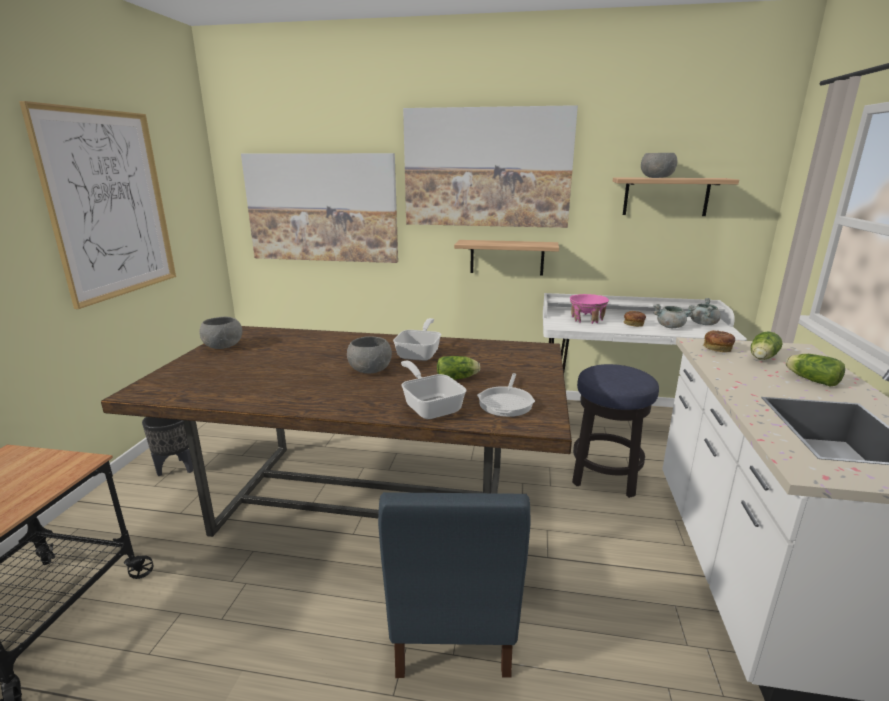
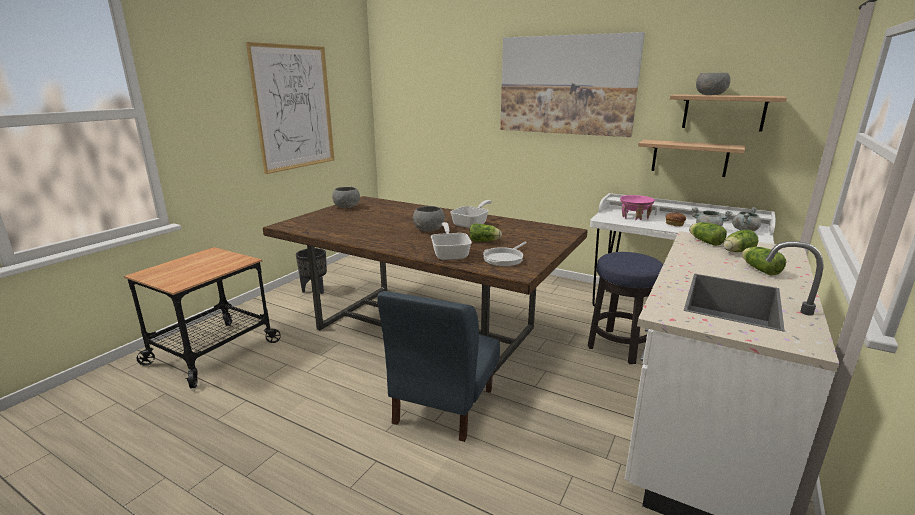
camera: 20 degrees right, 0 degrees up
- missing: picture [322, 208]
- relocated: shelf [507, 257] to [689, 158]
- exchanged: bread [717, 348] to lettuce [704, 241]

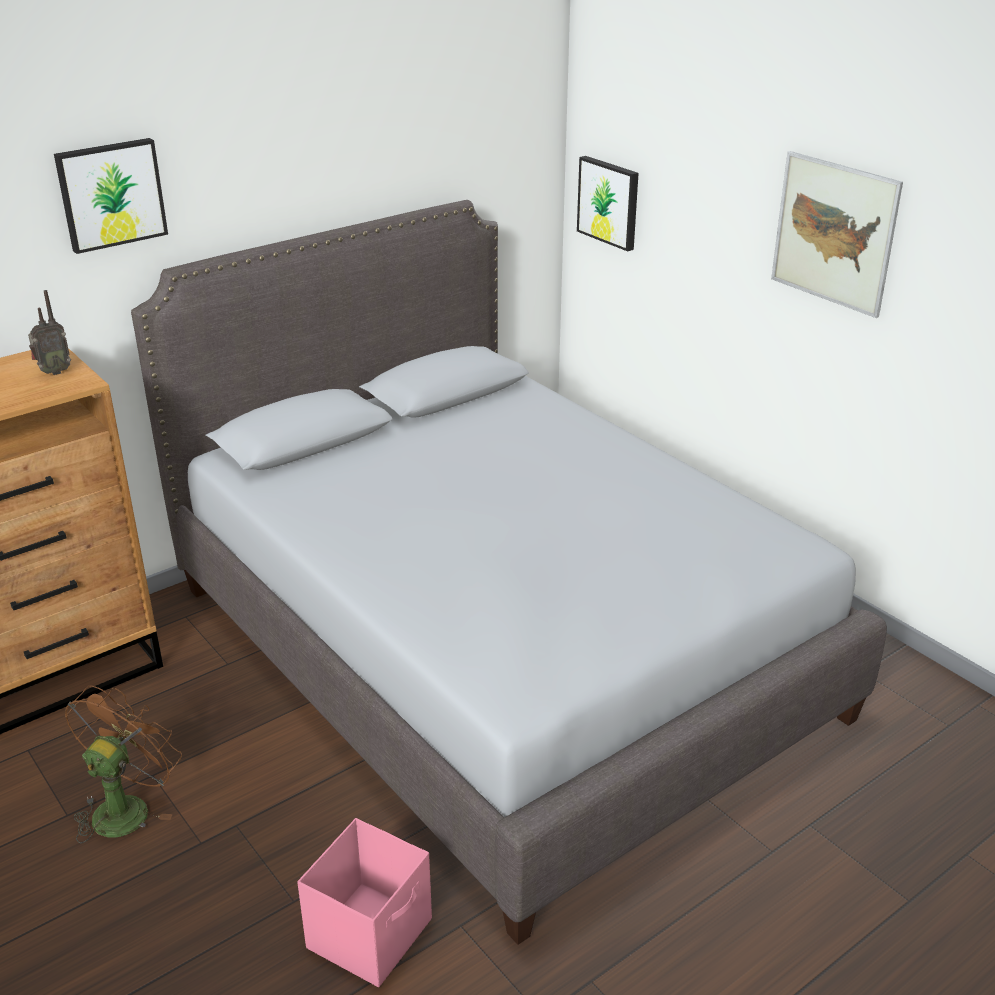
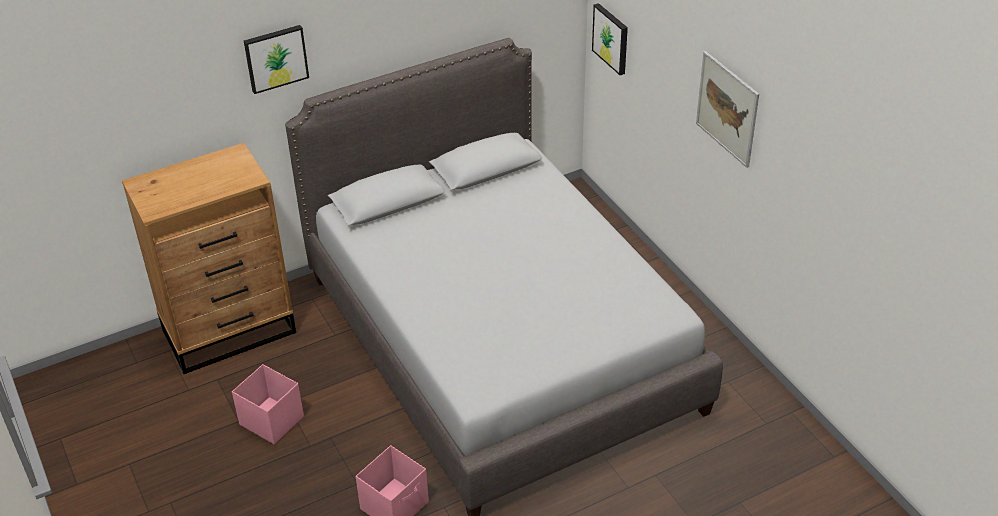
camera: 10 degrees right, 10 degrees up
- missing: radio [53, 372]
- exchanged: fan/brown [127, 807] to storage box/pink [271, 420]

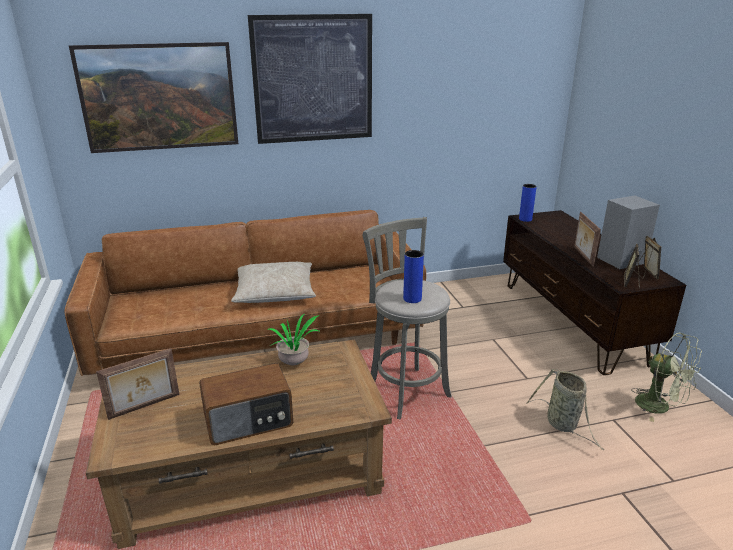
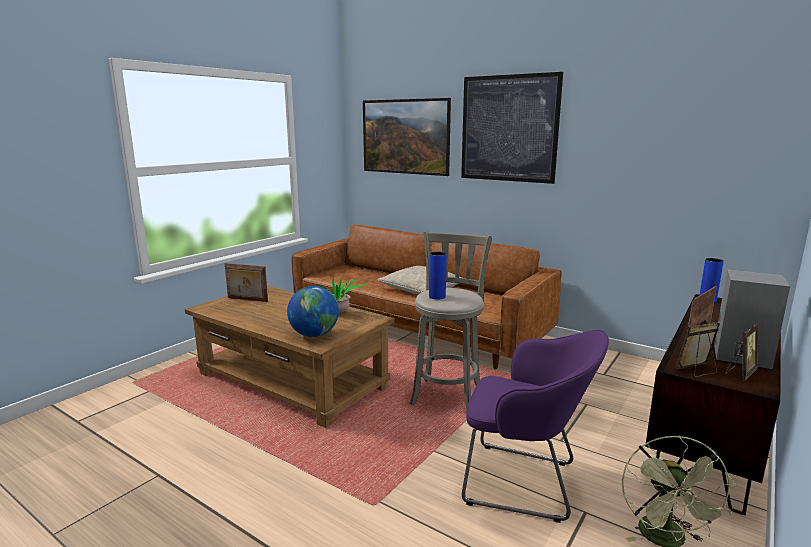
camera: 50 degrees right, 10 degrees down
- missing: radio [249, 421]
- appeared: globe [314, 335]
- exchanged: basket [563, 425] to armchair/purple [525, 483]

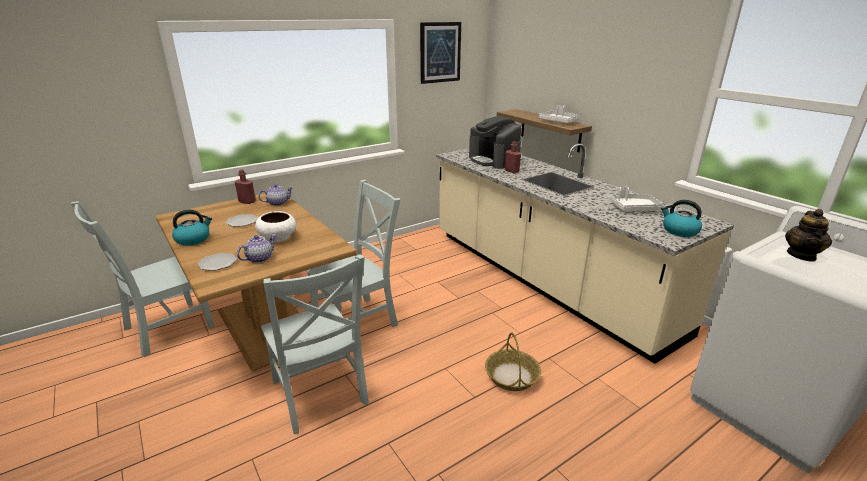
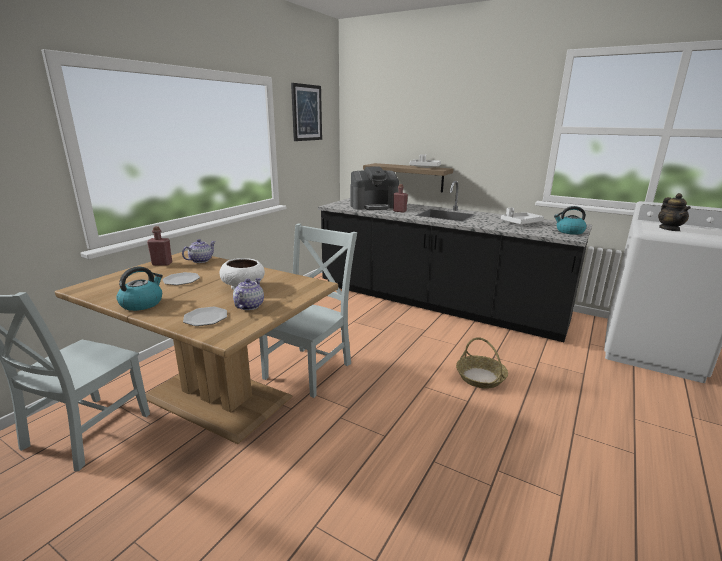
camera: 25 degrees left, 5 degrees down
- missing: chair/grey [320, 395]
- colour: counter/beige [544, 279] to counter/black [437, 302]
- spun: coffee machine [494, 160] = [374, 206] 45 degrees counterclockwise

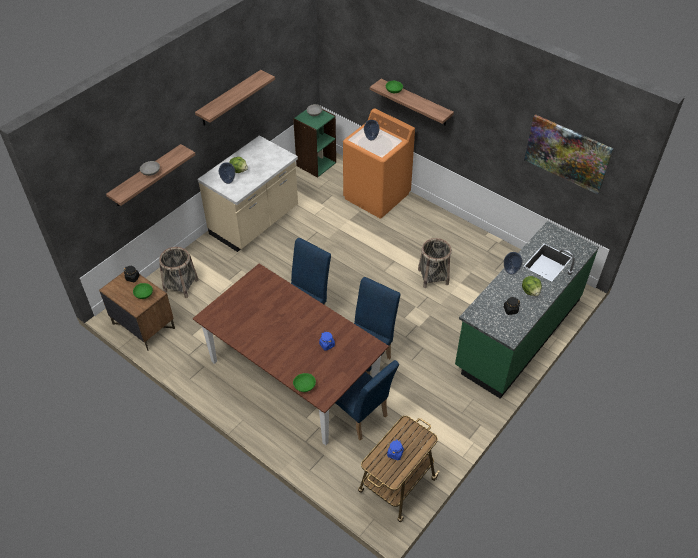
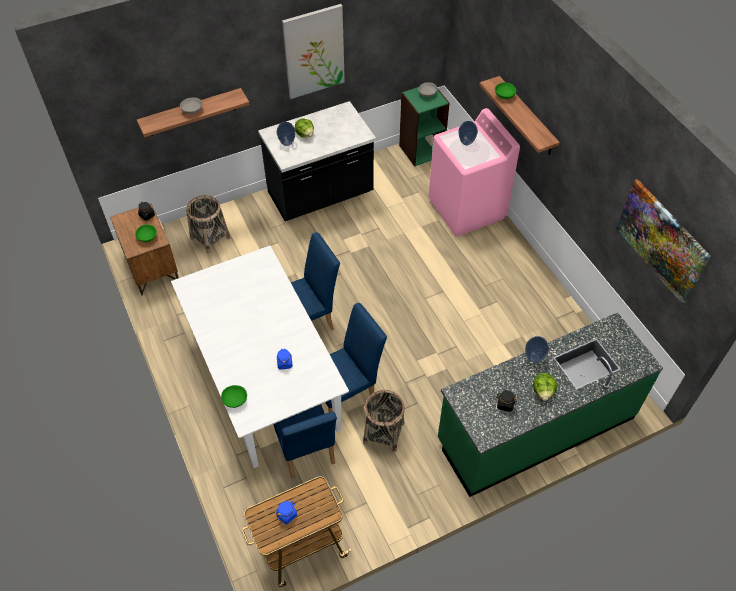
camera: 25 degrees right, 5 degrees up
- relocated: basket [433, 277] to [383, 433]
- exchanged: shelf [229, 98] to picture [314, 52]
- colour: dining table/brown [292, 376] to dining table/white [263, 378]
- colour: counter/beige [255, 222] to counter/black [320, 195]
- colour: washing machine/orange [377, 196] to washing machine/pink [467, 209]

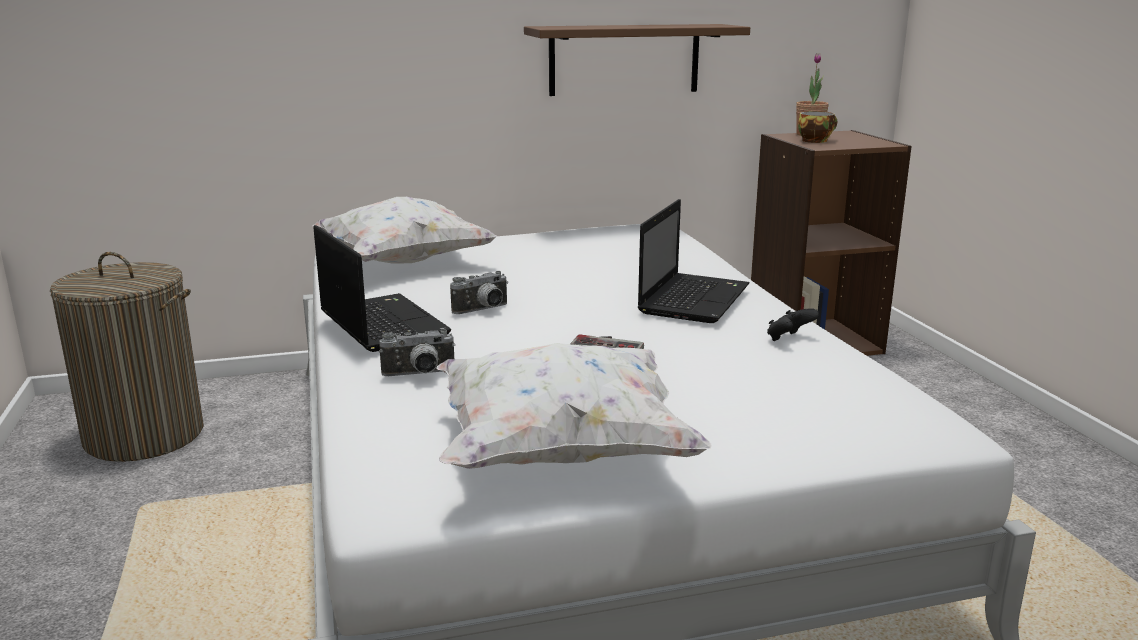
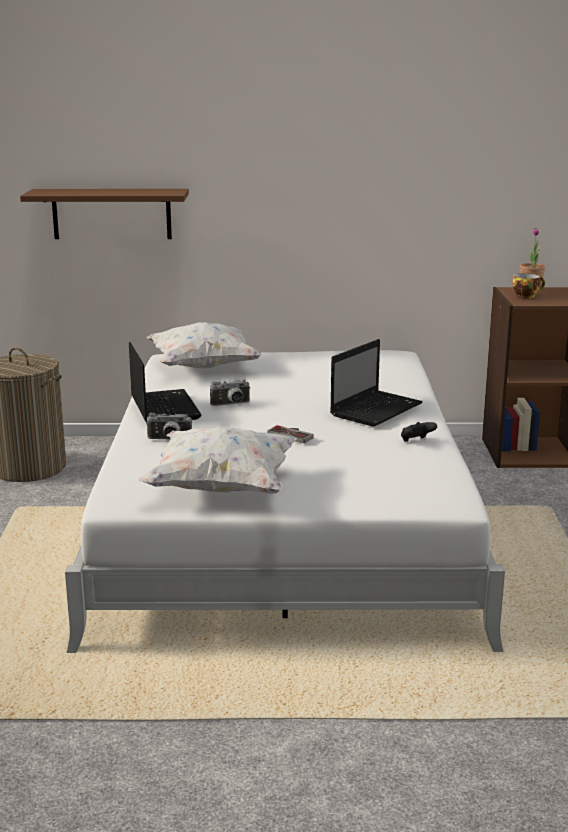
camera: 15 degrees right, 0 degrees up
- relocated: shelf/brown [624, 59] to [111, 214]

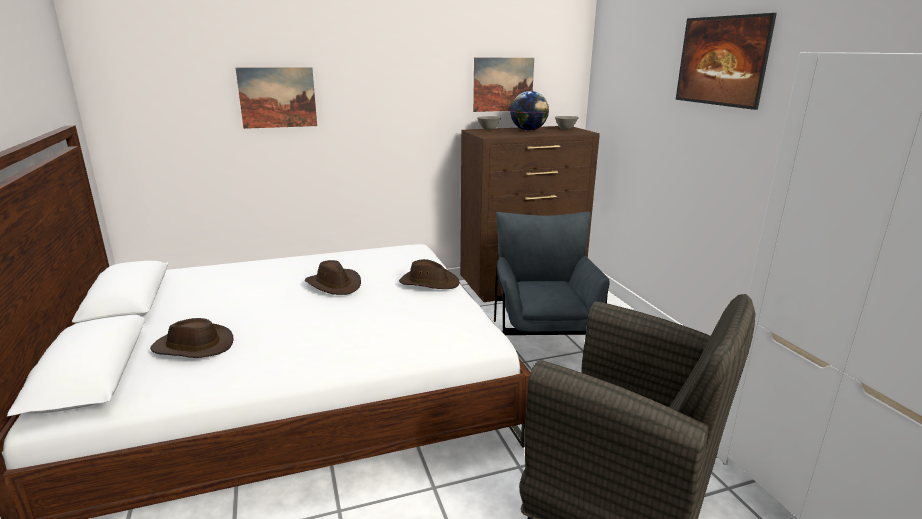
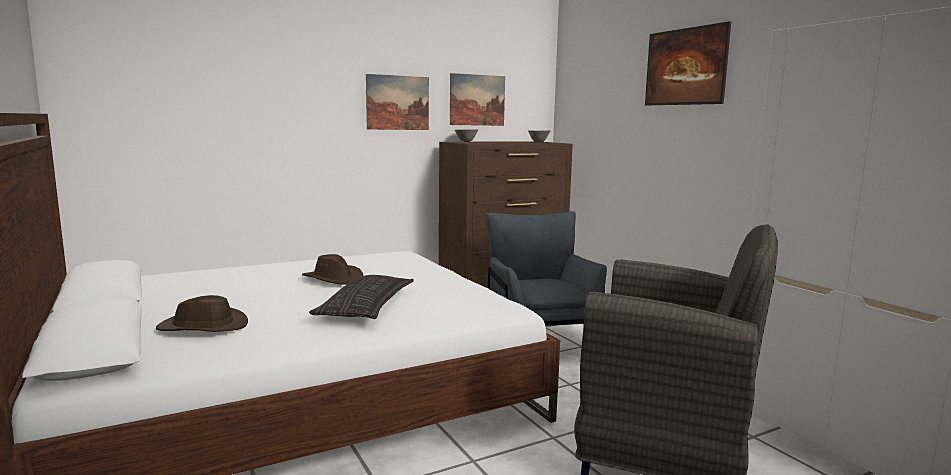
camera: 10 degrees left, 10 degrees down
- missing: hat/brown [429, 282]
- missing: globe [528, 130]
- appeared: pillow [366, 306]
- relocated: picture [277, 97] to [398, 102]

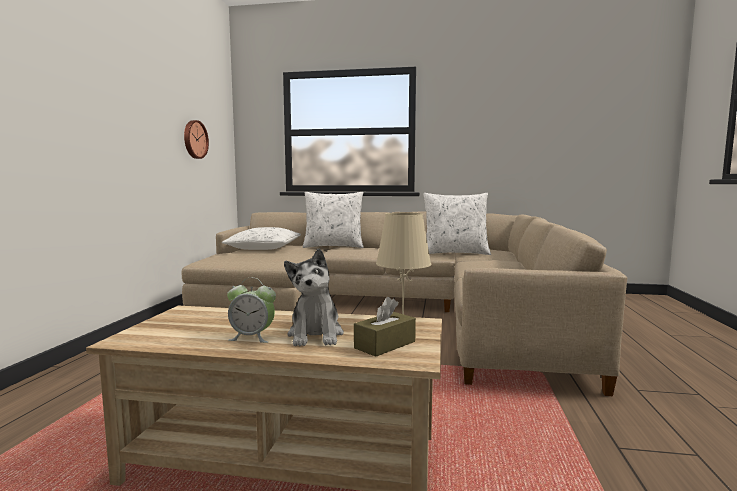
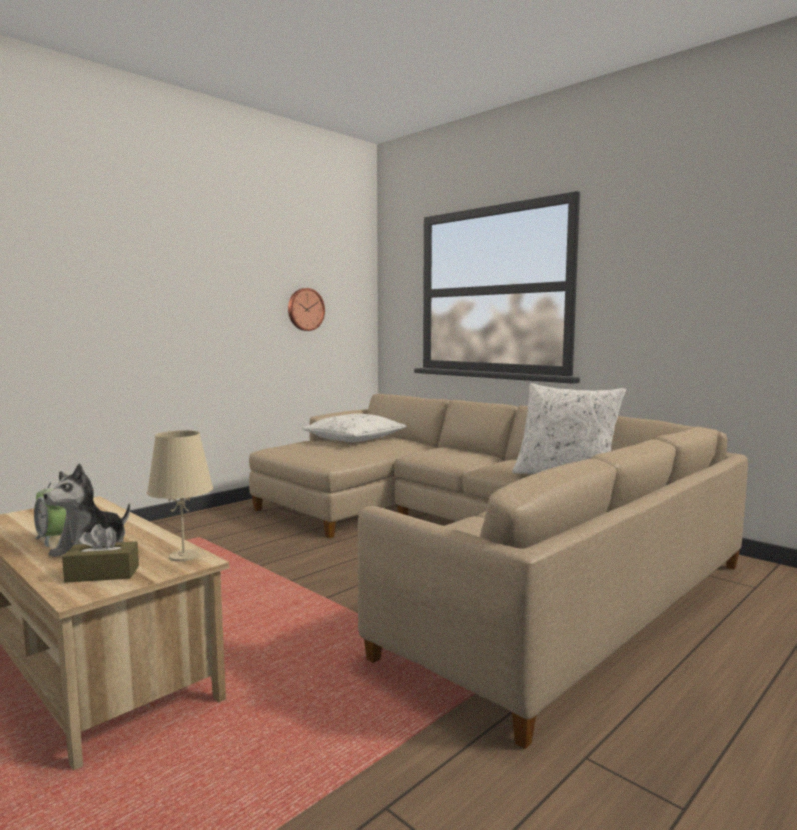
camera: 35 degrees right, 0 degrees up
- missing: pillow/white [333, 246]

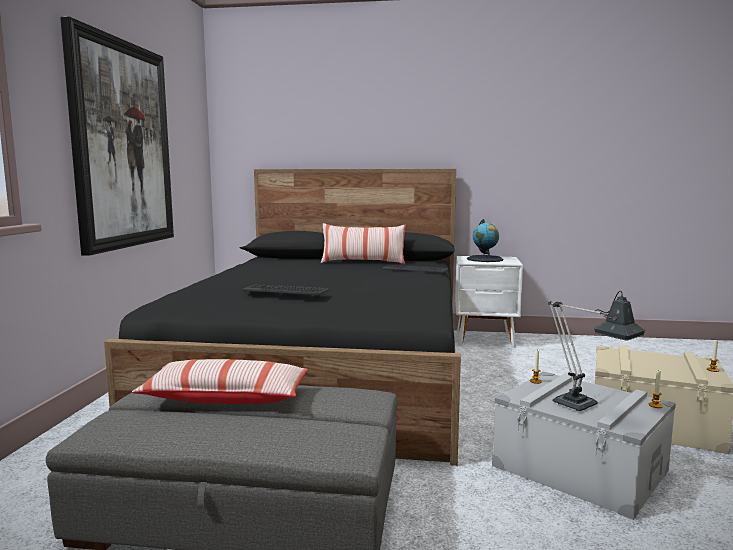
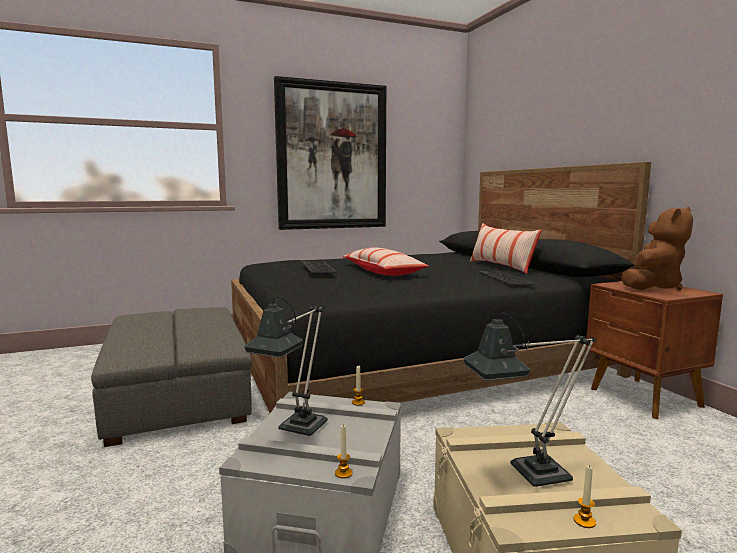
camera: 60 degrees right, 0 degrees up
- appeared: table lamp [528, 475]
- relocated: pillow [226, 398] to [383, 272]
- exchanged: globe [485, 259] to plush toy/brown [652, 287]
- colour: nightstand/white [486, 339] to nightstand/brown [644, 398]

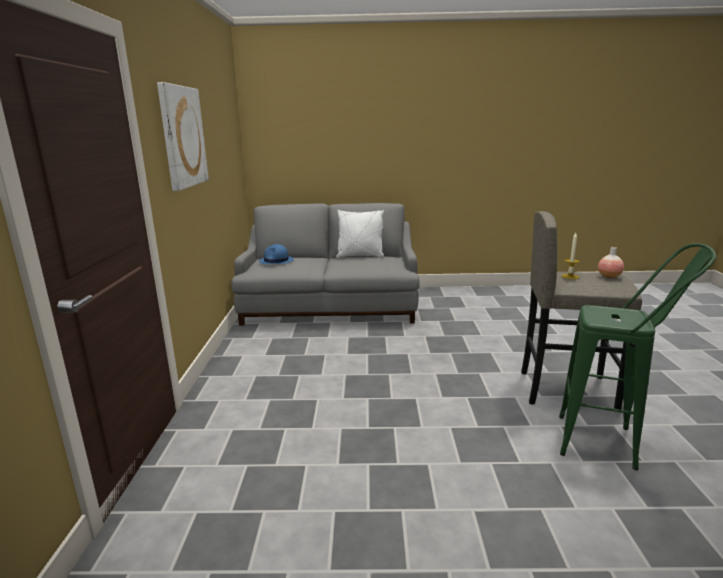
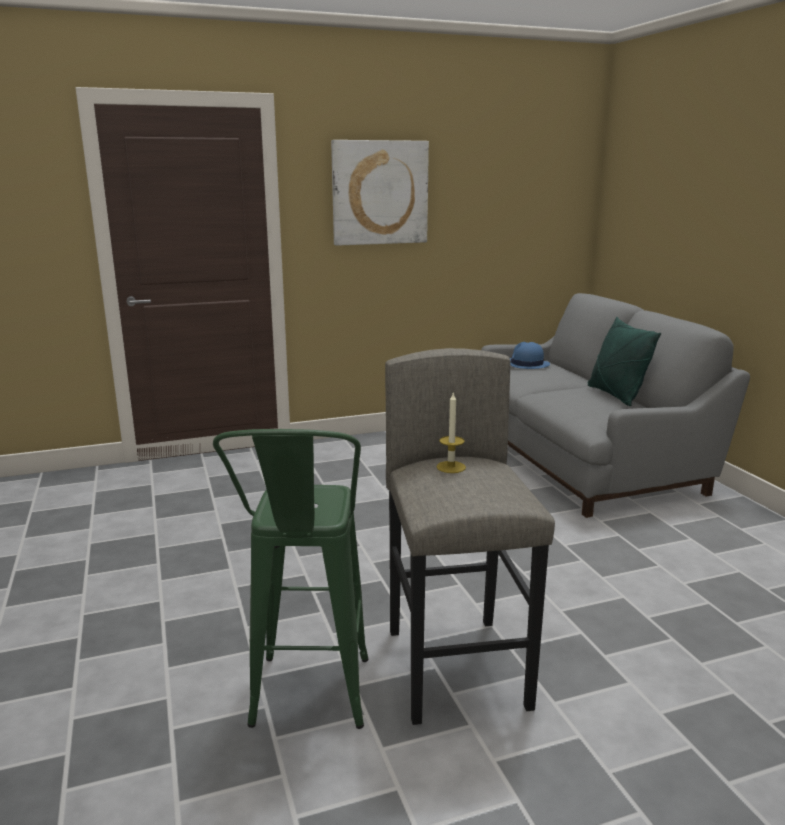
camera: 70 degrees right, 0 degrees up
- missing: vase [609, 276]
- colour: pillow/white [360, 256] to pillow/green [616, 395]

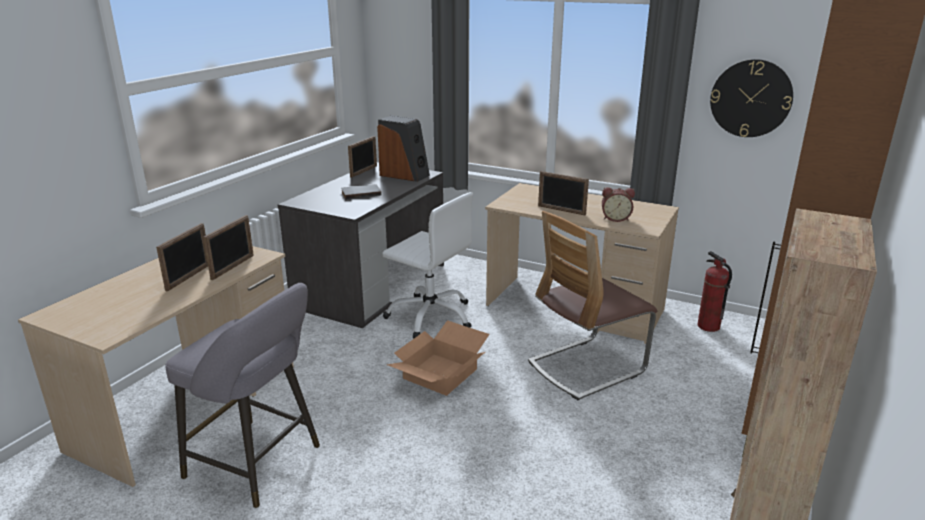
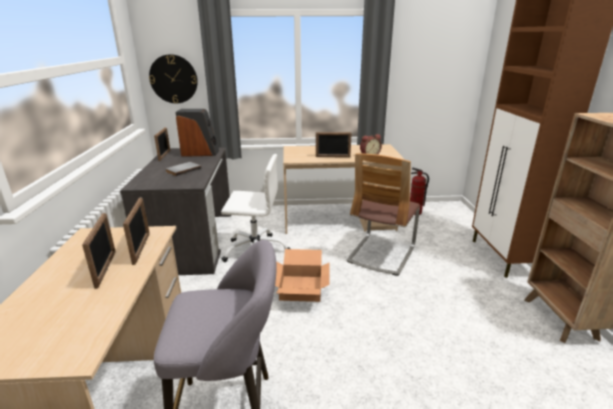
camera: 30 degrees left, 0 degrees up
- relocated: wall clock [750, 98] to [173, 79]

